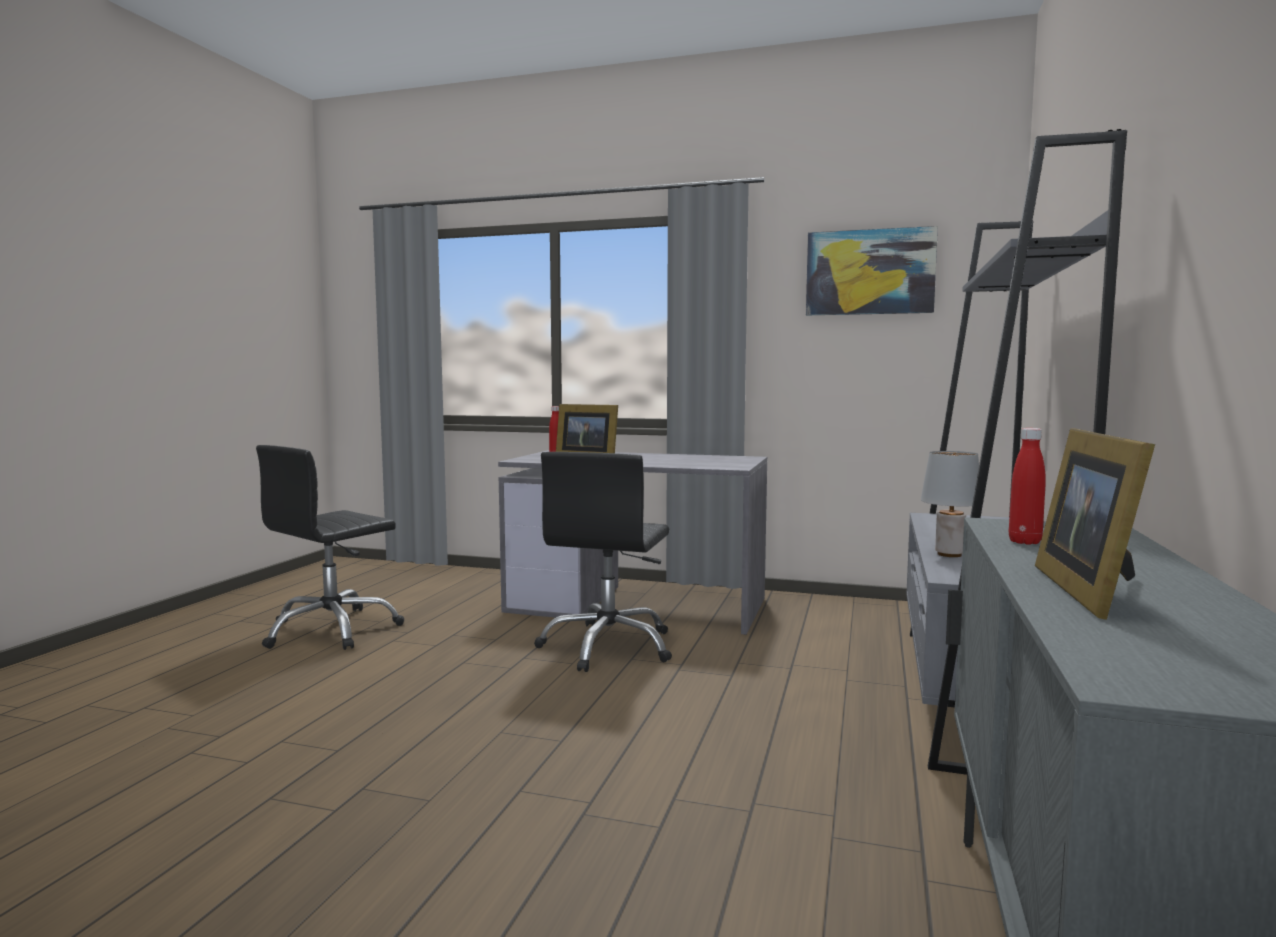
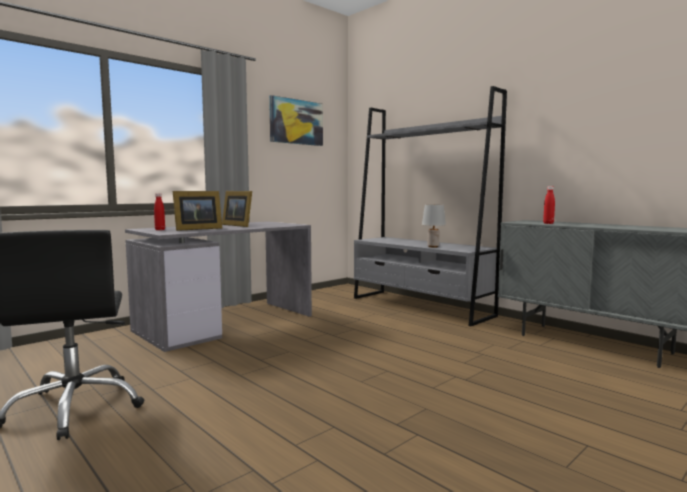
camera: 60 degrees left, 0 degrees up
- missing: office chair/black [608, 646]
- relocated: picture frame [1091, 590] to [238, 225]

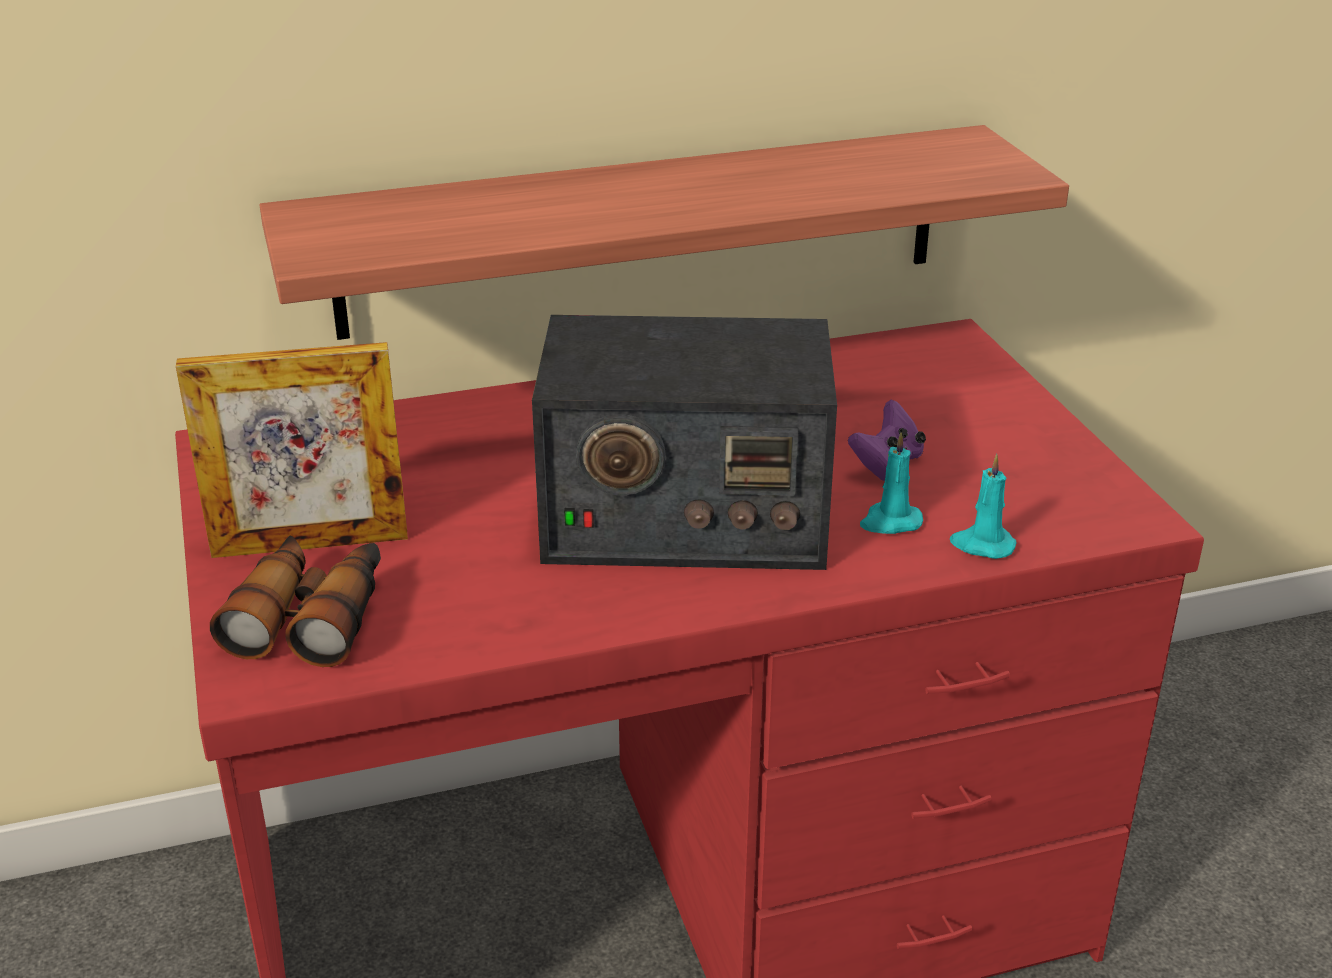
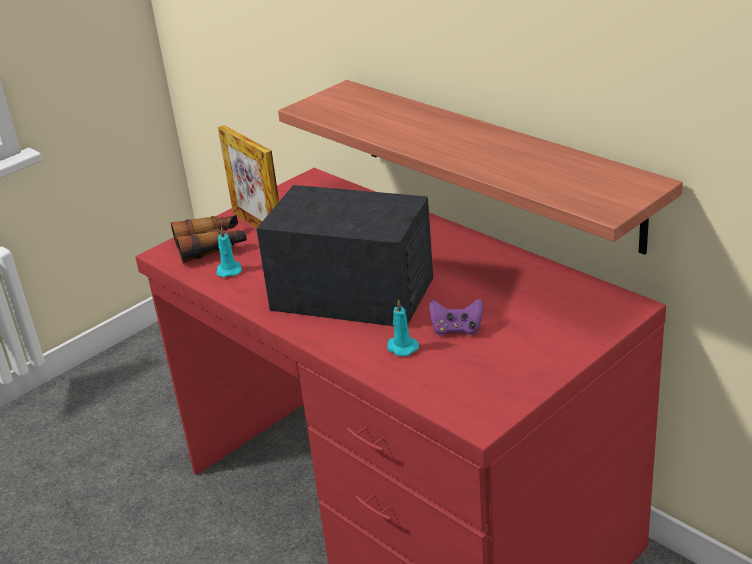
camera: 65 degrees right, 0 degrees up
- relocated: candle/turquoise [982, 545] to [229, 270]
- spun: radio [683, 517] = [353, 294] 135 degrees clockwise

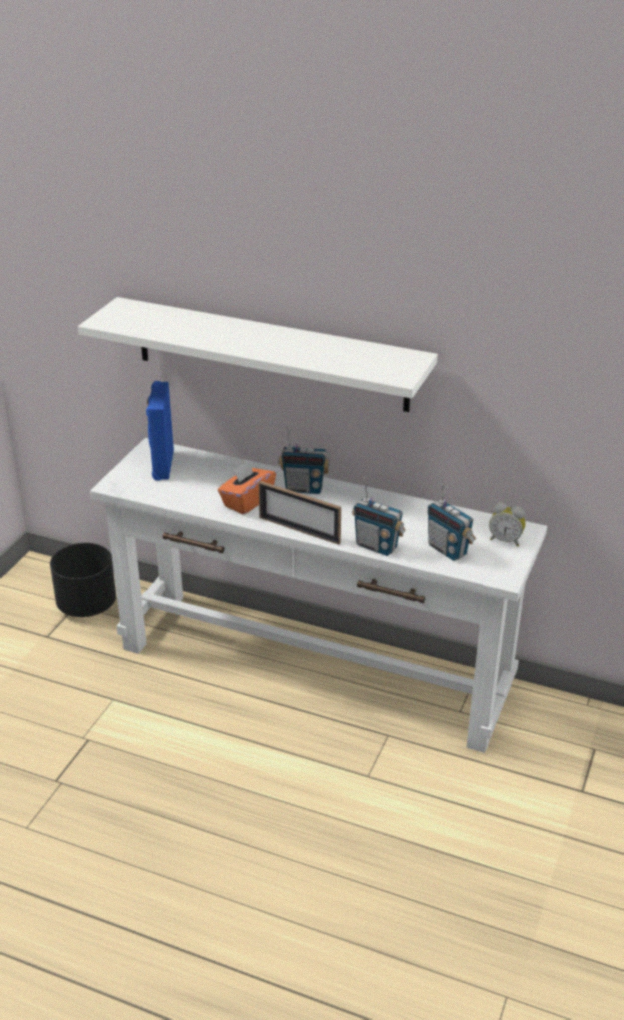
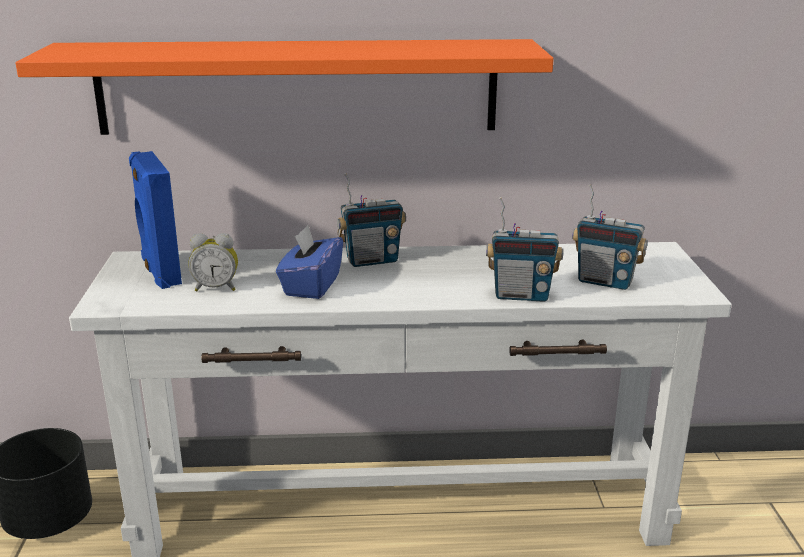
camera: 25 degrees left, 10 degrees down
- missing: picture frame [299, 530]
- relocated: alarm clock [505, 540] to [216, 288]
- colour: shelf/white [270, 354] to shelf/orange [297, 87]
- colour: tissue box/orange [247, 501] to tissue box/blue [311, 286]

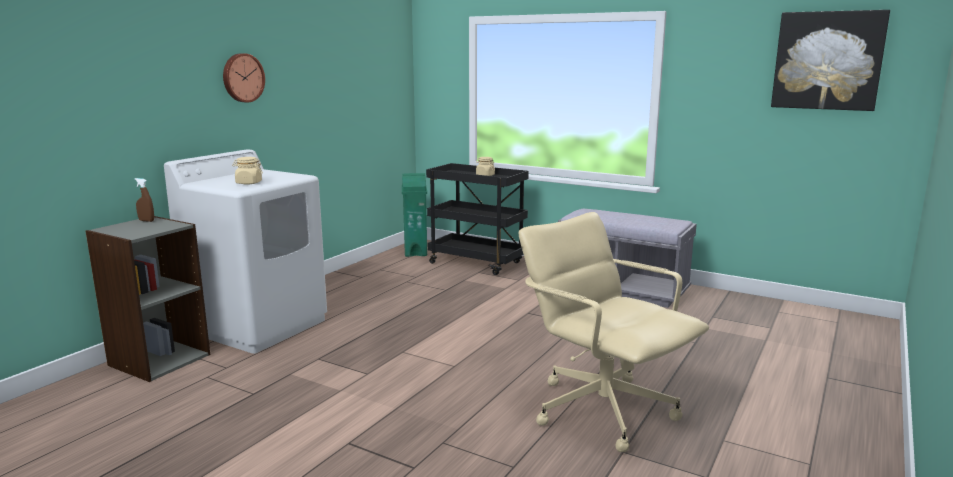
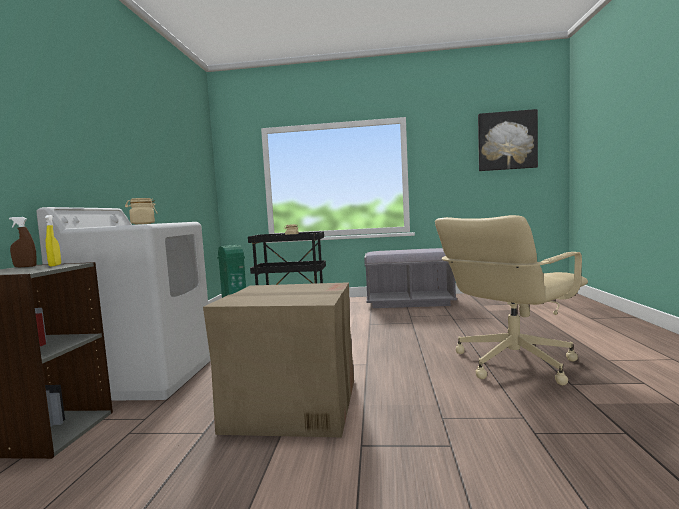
camera: 25 degrees left, 10 degrees down
- missing: wall clock [242, 78]
- appeared: spray bottle/yellow [55, 265]
- appeared: cardboard box [291, 404]
- spun: office chair/beige [602, 409] = [512, 363] 60 degrees counterclockwise

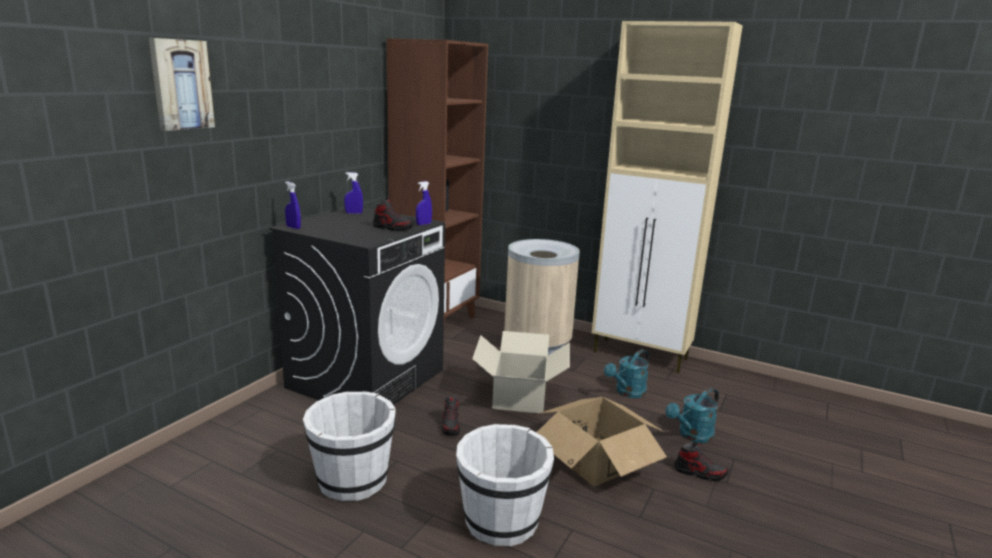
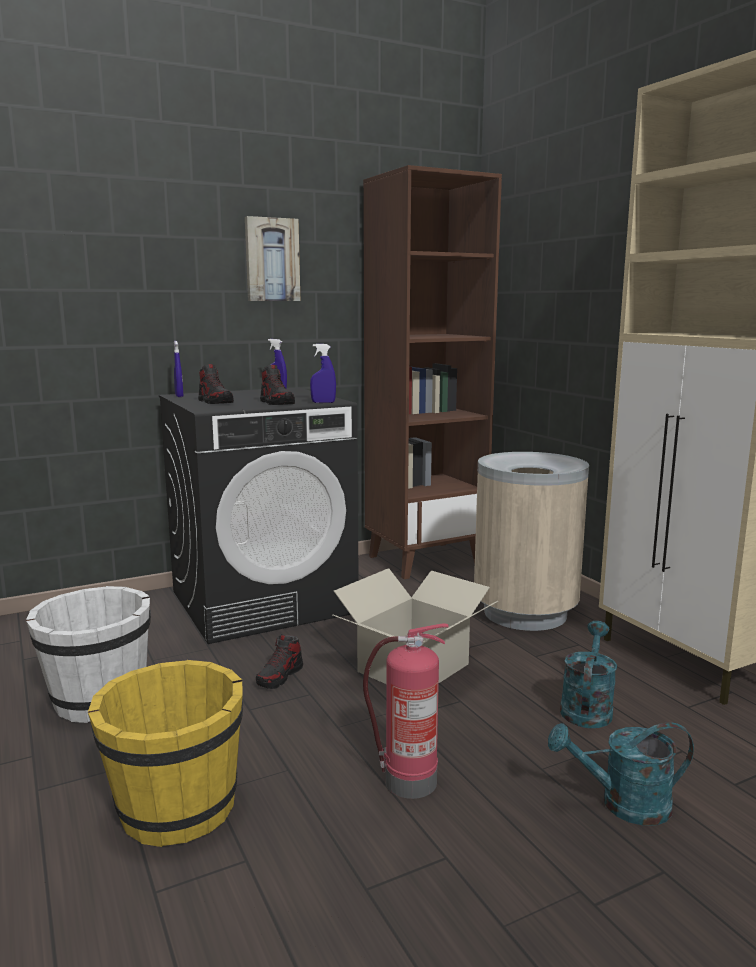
camera: 35 degrees right, 5 degrees down
- relocated: picture [180, 84] to [271, 260]
- relocated: shoe [699, 473] to [215, 402]
- exchanged: cardboard box [595, 460] to fire extinguisher [408, 782]
- colour: bucket/white [501, 521] to bucket/yellow [176, 809]
- spun: watering can/turquoise [627, 393] = [587, 707] 120 degrees clockwise

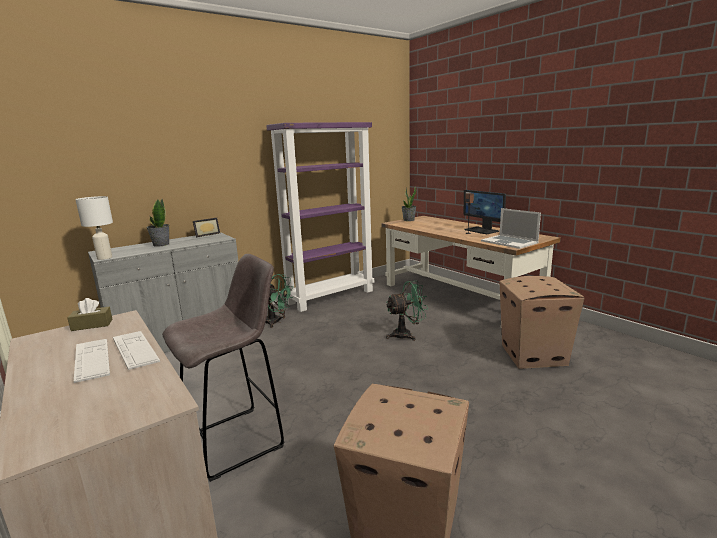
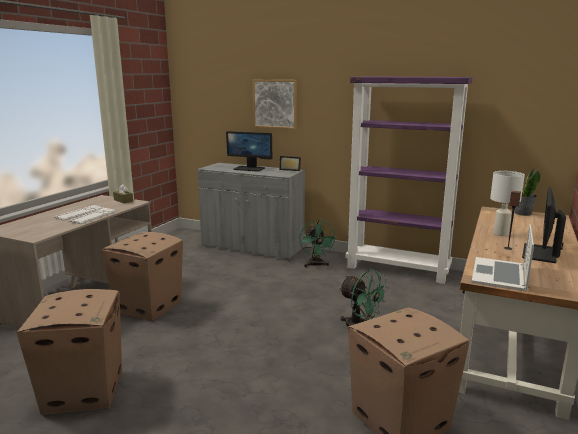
camera: 60 degrees right, 0 degrees up
- appeared: picture [275, 104]
- relocated: table lamp/white [105, 258] to [501, 234]
- exchanged: potted plant [161, 244] to monitor [249, 168]
- exchanged: stool/grey [237, 440] to cardboard box [148, 307]

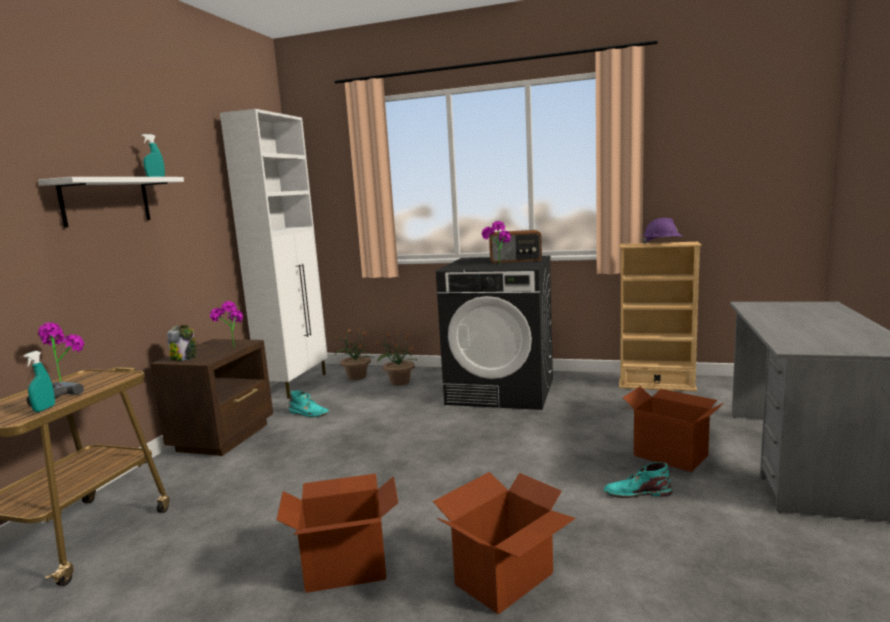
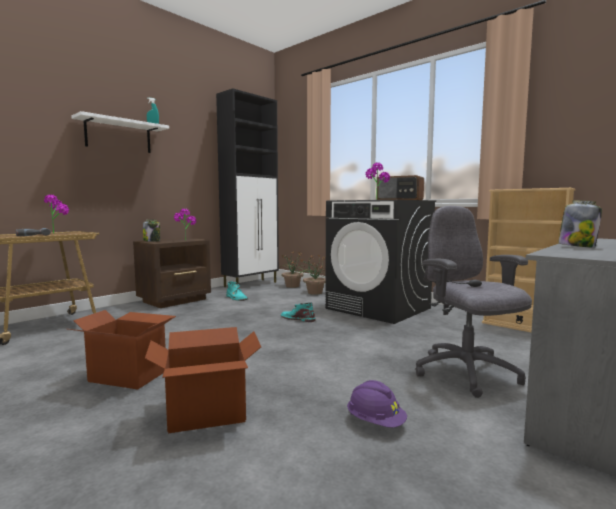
camera: 25 degrees right, 5 degrees down
- missing: spray bottle/turquoise [44, 409]
- appeared: jar [577, 246]
- relocated: boot/turquoise [636, 492] to [297, 319]
- relocated: hard hat/purple [662, 243] to [375, 423]
- exchanged: cardboard box [670, 455] to office chair/grey [466, 374]
- colour: cabinet/white [296, 384] to cabinet/black [251, 284]

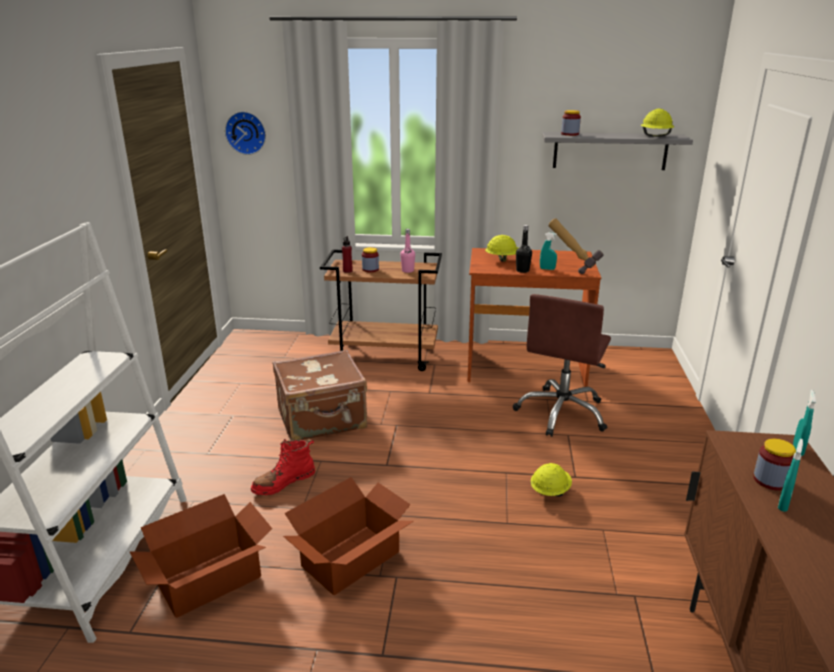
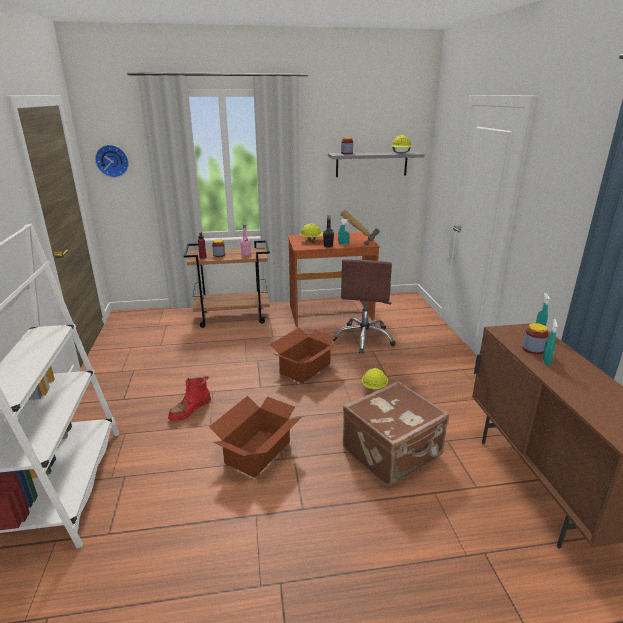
camera: 15 degrees left, 0 degrees up
- relocated: cardboard box [210, 580] to [306, 368]
- relocated: suitcase/brown [322, 420] to [393, 453]

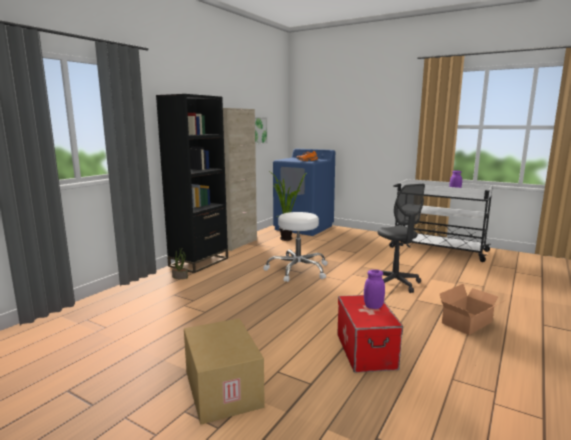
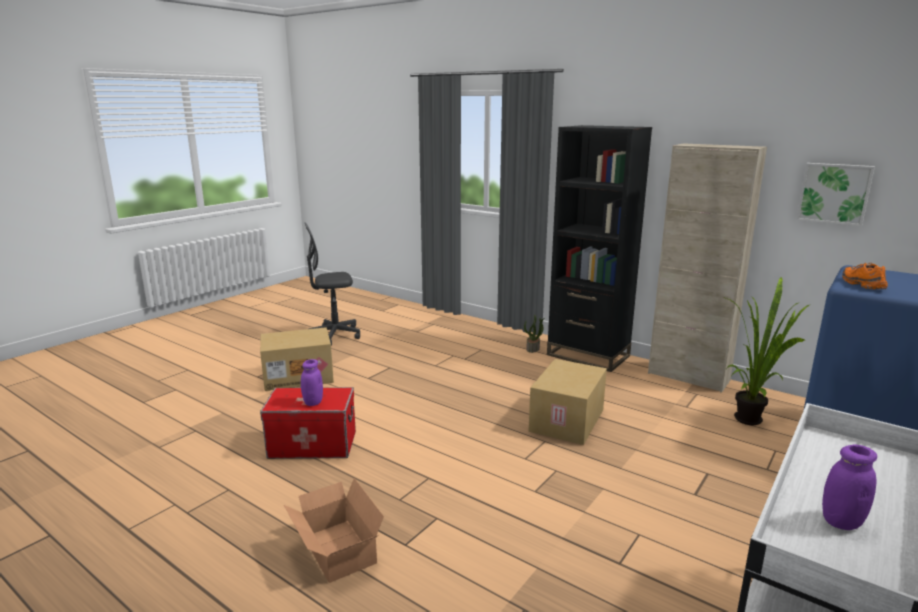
camera: 95 degrees right, 5 degrees up
- relocated: office chair/grey [395, 283] to [334, 335]
- exchanged: stool/white [297, 270] to cardboard box [568, 421]

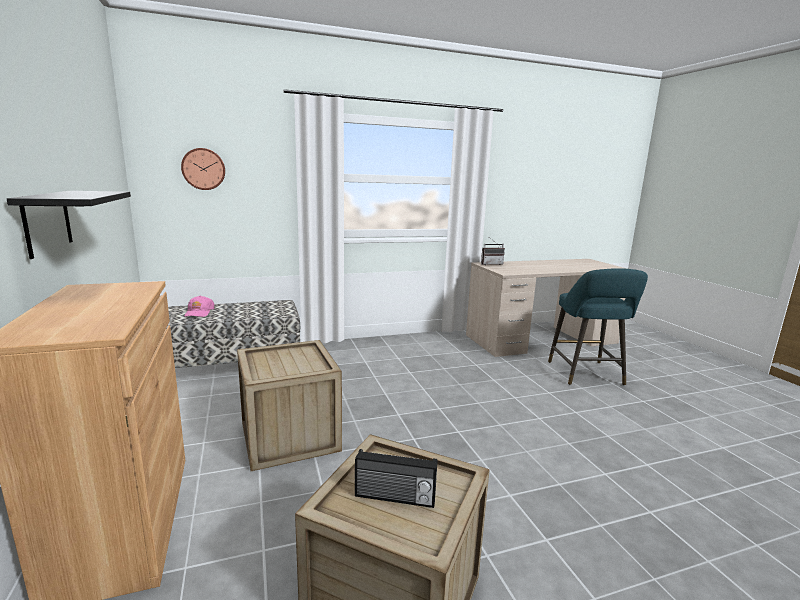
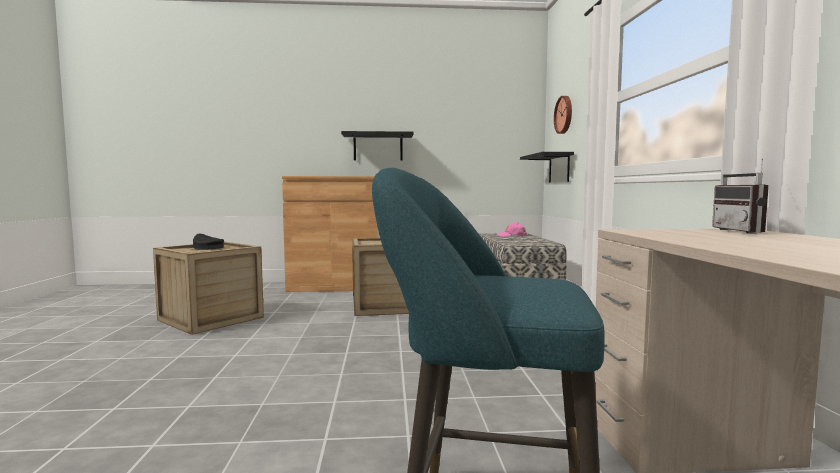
camera: 105 degrees right, 10 degrees down
- appeared: shelf/black [559, 168]
- exchanged: radio [394, 498] to cap/black [206, 248]

